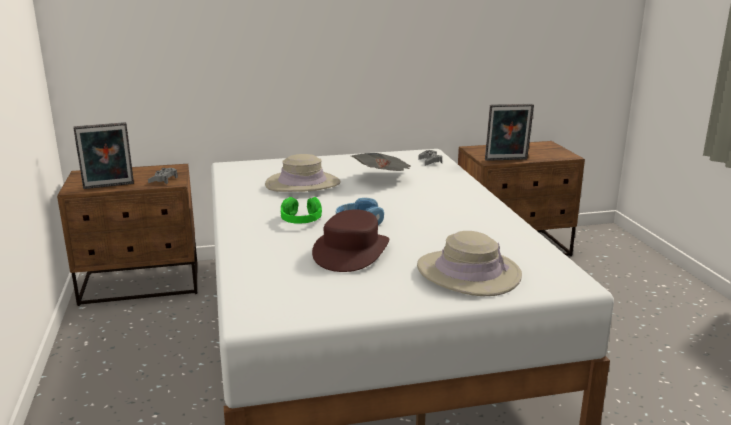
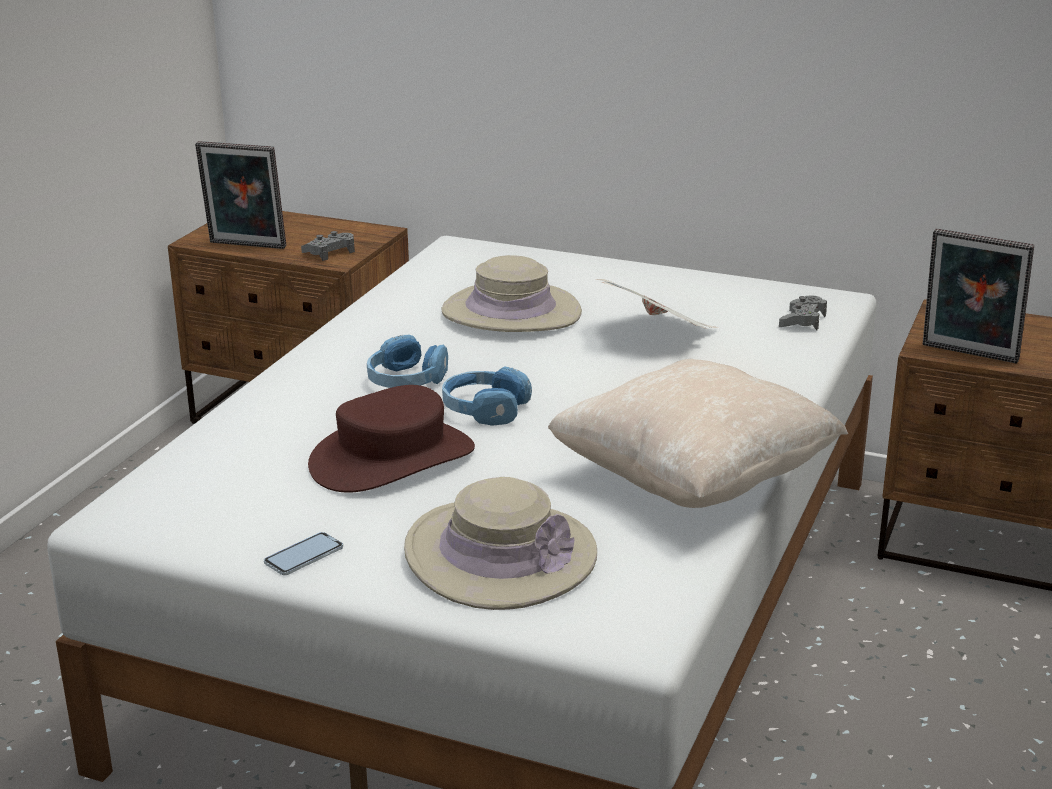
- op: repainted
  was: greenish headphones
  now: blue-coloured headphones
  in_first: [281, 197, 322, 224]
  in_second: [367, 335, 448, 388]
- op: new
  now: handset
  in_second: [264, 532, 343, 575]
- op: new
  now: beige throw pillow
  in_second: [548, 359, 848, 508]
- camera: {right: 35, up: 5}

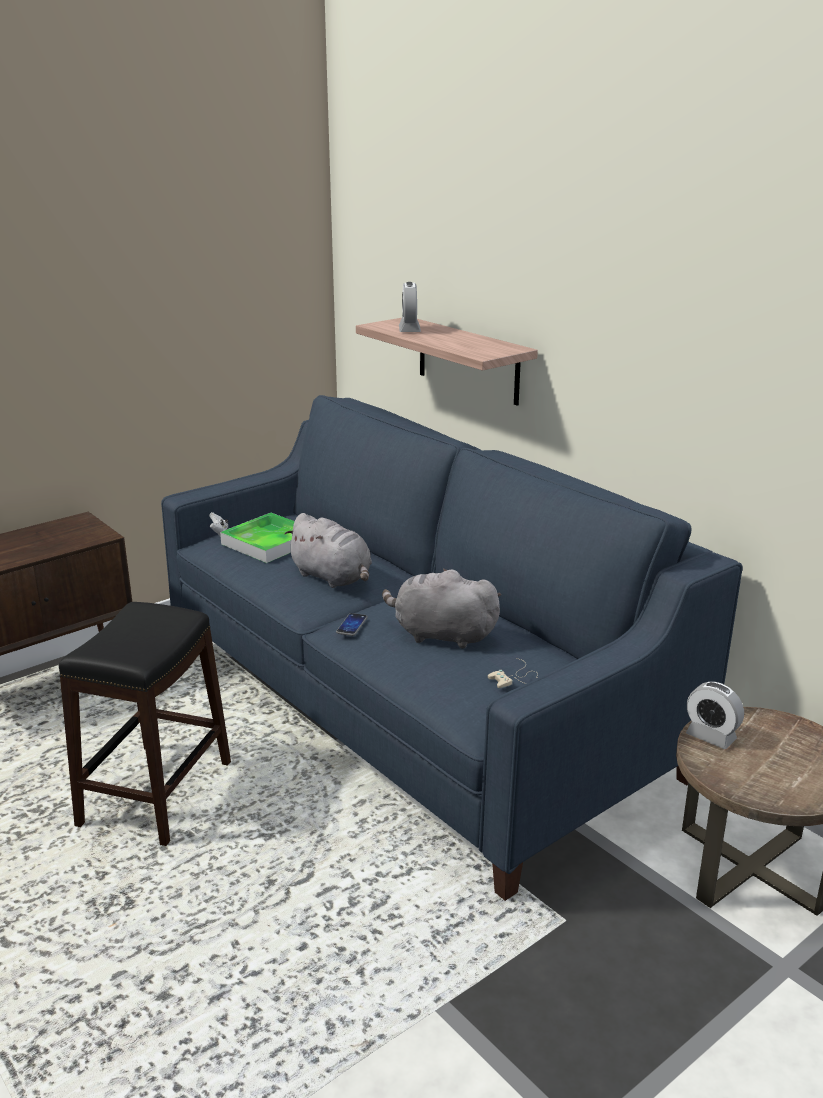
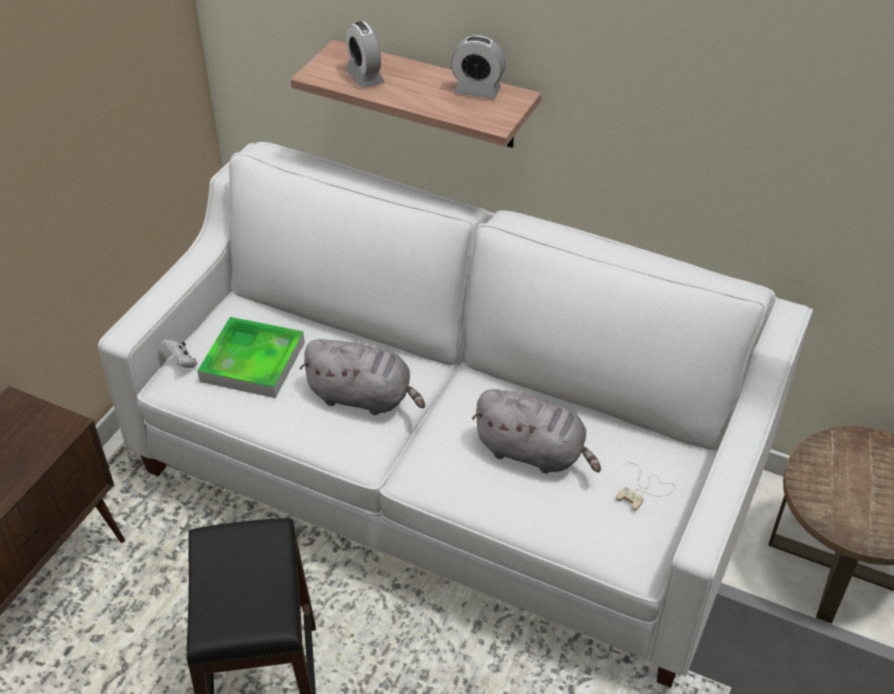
- op: repainted
  was: blue-coloured sofa
  now: whitish sofa
  in_first: [161, 395, 743, 901]
  in_second: [98, 142, 813, 688]
- op: gone
  was: handset
  in_first: [336, 613, 368, 636]
- op: rotated
  was: gray soft toy
  in_first: [382, 569, 502, 649]
  in_second: [472, 389, 601, 474]
  clockwise: -150
- op: shifted
  was: table clock
  in_first: [686, 682, 744, 749]
  in_second: [451, 36, 506, 99]
- camera: {right: -25, up: 20}

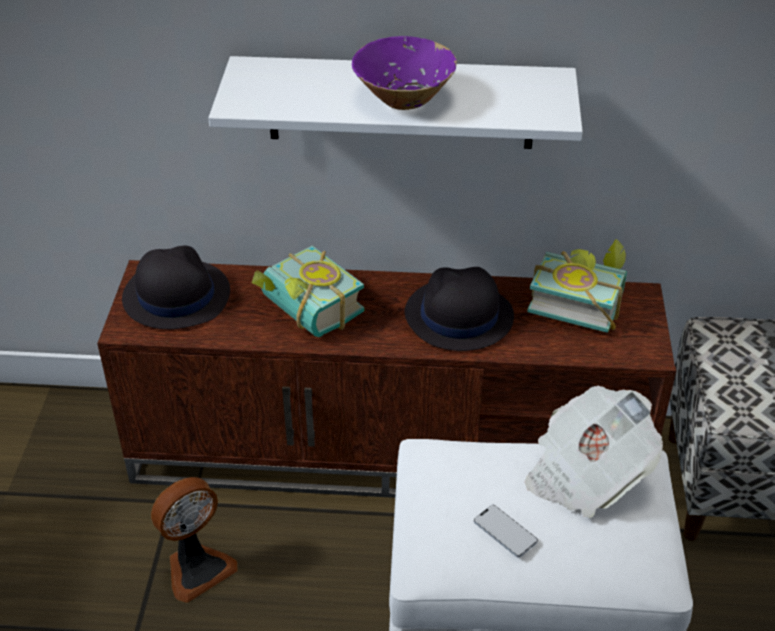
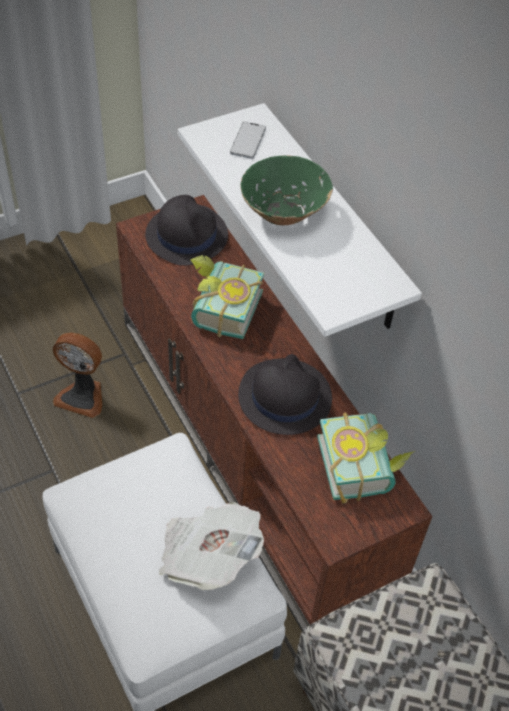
- op: repainted
  was: purplish bowl
  now: greenish bowl
  in_first: [352, 36, 457, 110]
  in_second: [240, 156, 333, 226]
- op: shifted
  was: handset
  in_first: [474, 505, 538, 558]
  in_second: [230, 122, 266, 159]
- camera: {right: 55, up: 10}

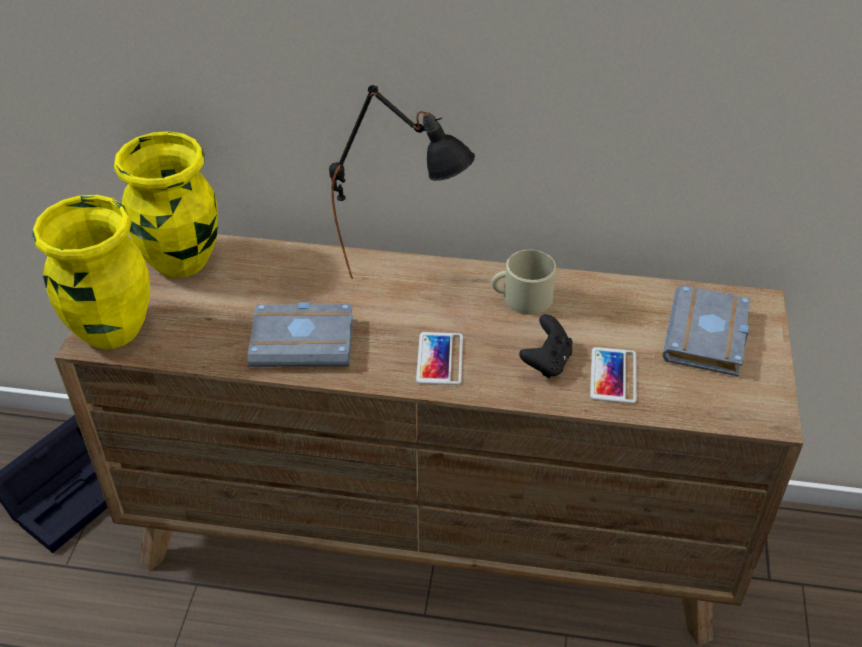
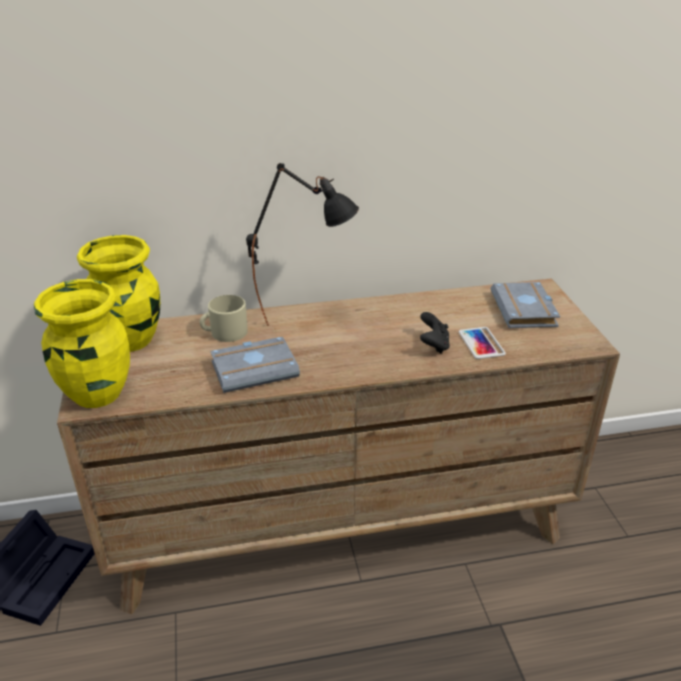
- op: gone
  was: handset
  in_first: [416, 332, 463, 385]
- op: shifted
  was: beige coffee mug
  in_first: [491, 250, 556, 315]
  in_second: [200, 295, 248, 342]
- camera: {right: -20, up: -10}

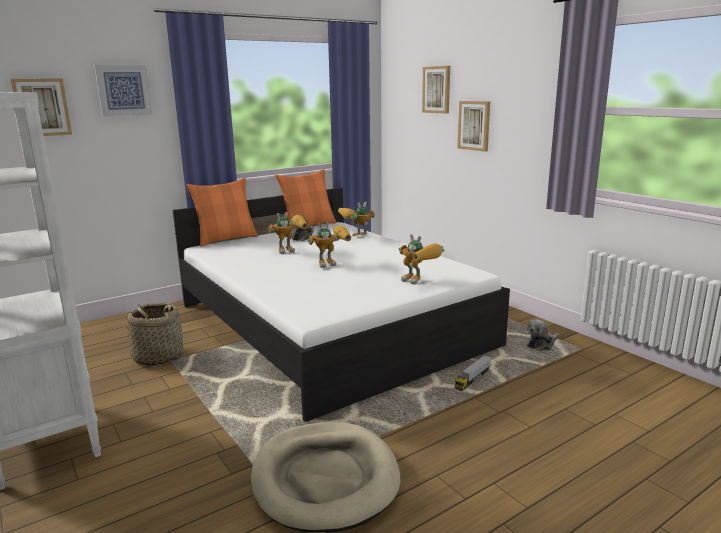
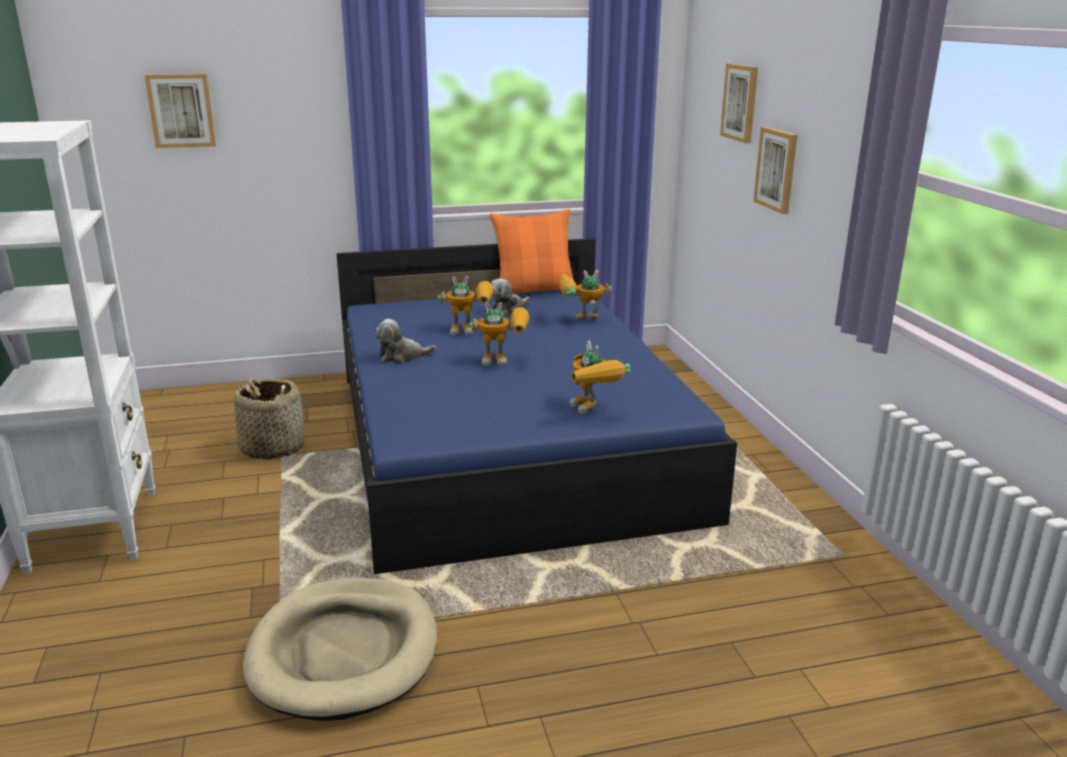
- op: gone
  was: wall picture
  in_first: [94, 65, 152, 116]
- op: repainted
  was: whitish sleeping bed
  now: blue-coloured sleeping bed
  in_first: [173, 188, 510, 422]
  in_second: [336, 238, 737, 574]
- op: gone
  was: orange-coloured throw pillow
  in_first: [186, 178, 258, 247]
- op: gone
  was: model truck
  in_first: [455, 355, 491, 391]
- op: shifted
  was: soft toy
  in_first: [527, 319, 559, 351]
  in_second: [374, 319, 436, 363]
- camera: {right: 20, up: 5}

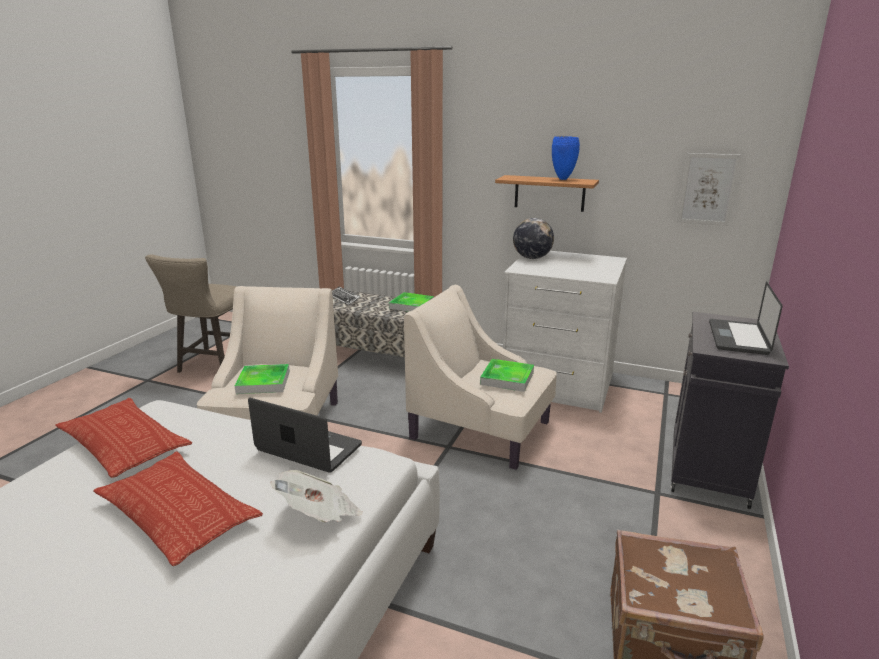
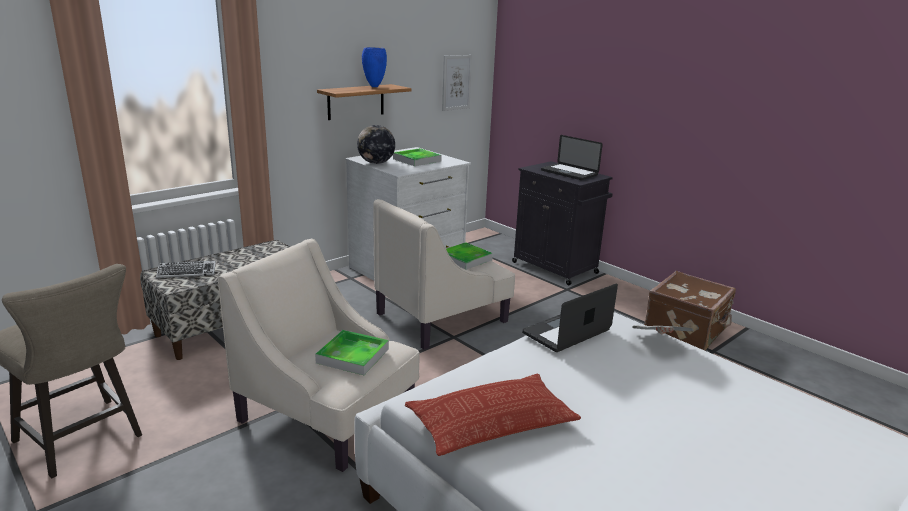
- op: gone
  was: throw pillow
  in_first: [93, 452, 263, 566]
- op: shifted
  was: tray
  in_first: [389, 292, 434, 312]
  in_second: [393, 148, 442, 166]
- camera: {right: -65, up: 0}

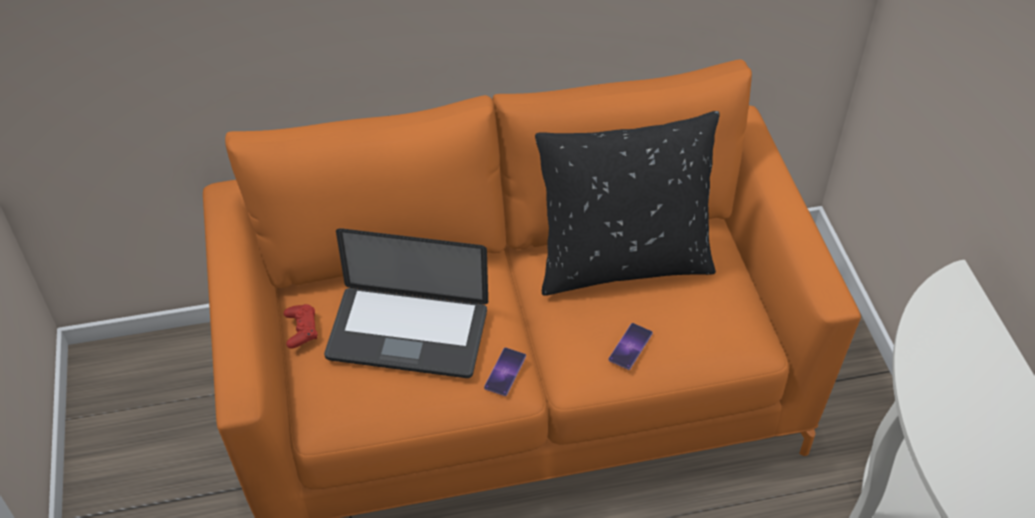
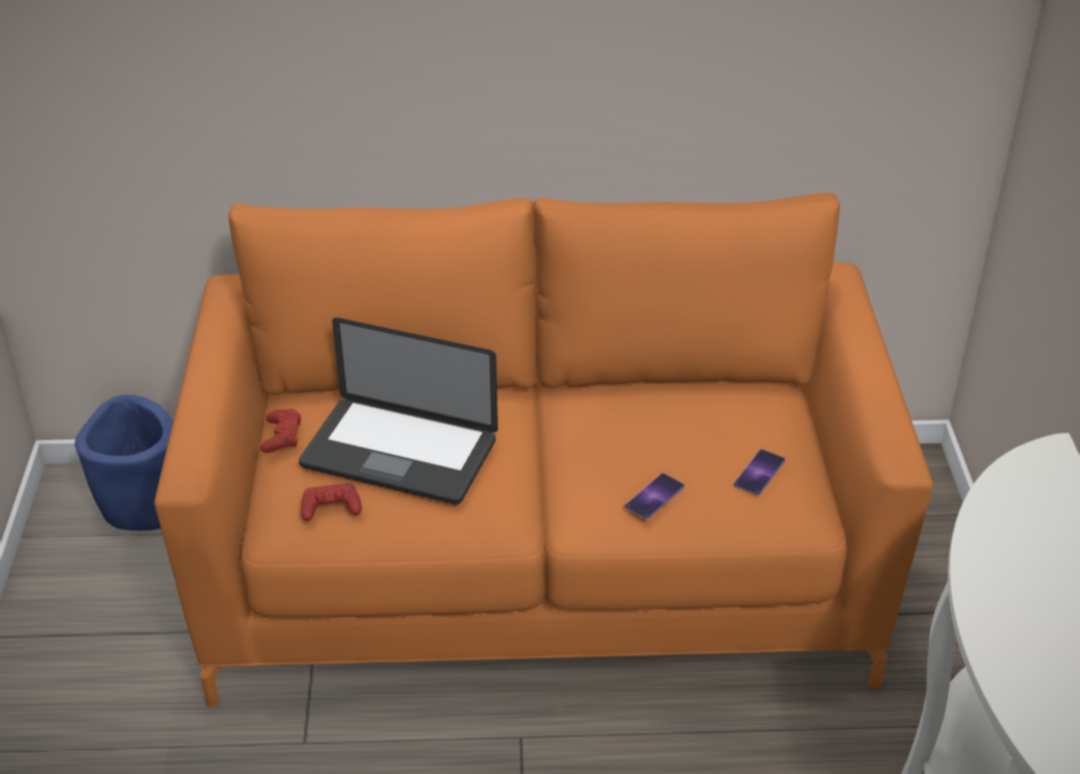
- op: shifted
  was: handset
  in_first: [484, 347, 526, 396]
  in_second: [734, 449, 785, 496]
- op: gone
  was: black-coloured throw pillow
  in_first: [535, 111, 720, 296]
- op: new
  now: blue-coloured plant pot
  in_second: [75, 395, 173, 531]
- op: new
  now: red game controller
  in_second: [301, 483, 362, 521]
- camera: {right: 10, up: -10}

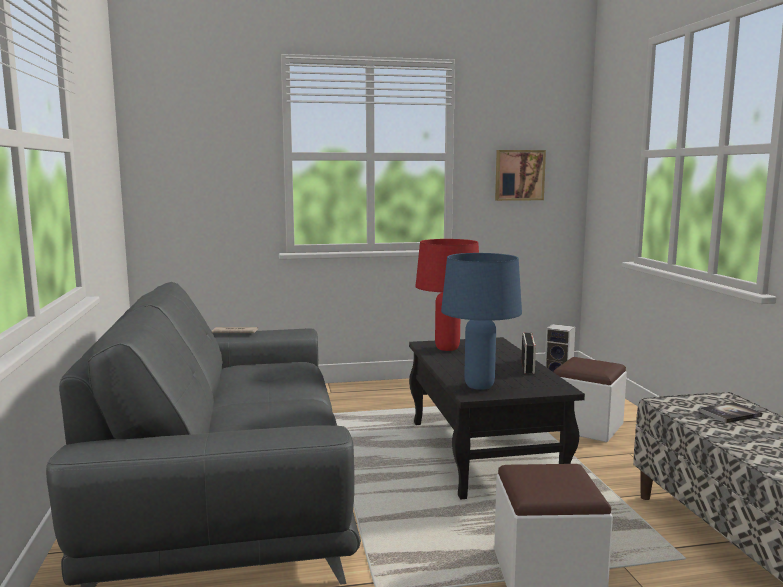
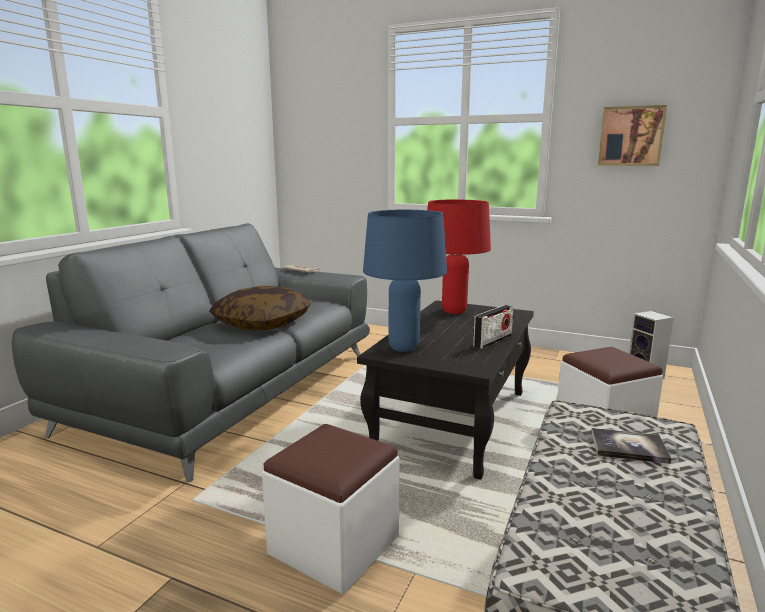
- op: new
  now: throw pillow
  in_second: [209, 286, 311, 330]
- camera: {right: 35, up: 5}

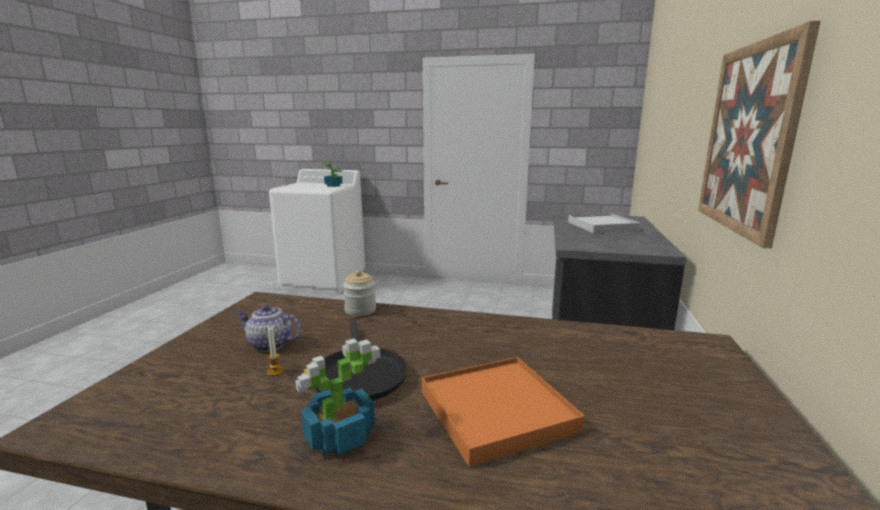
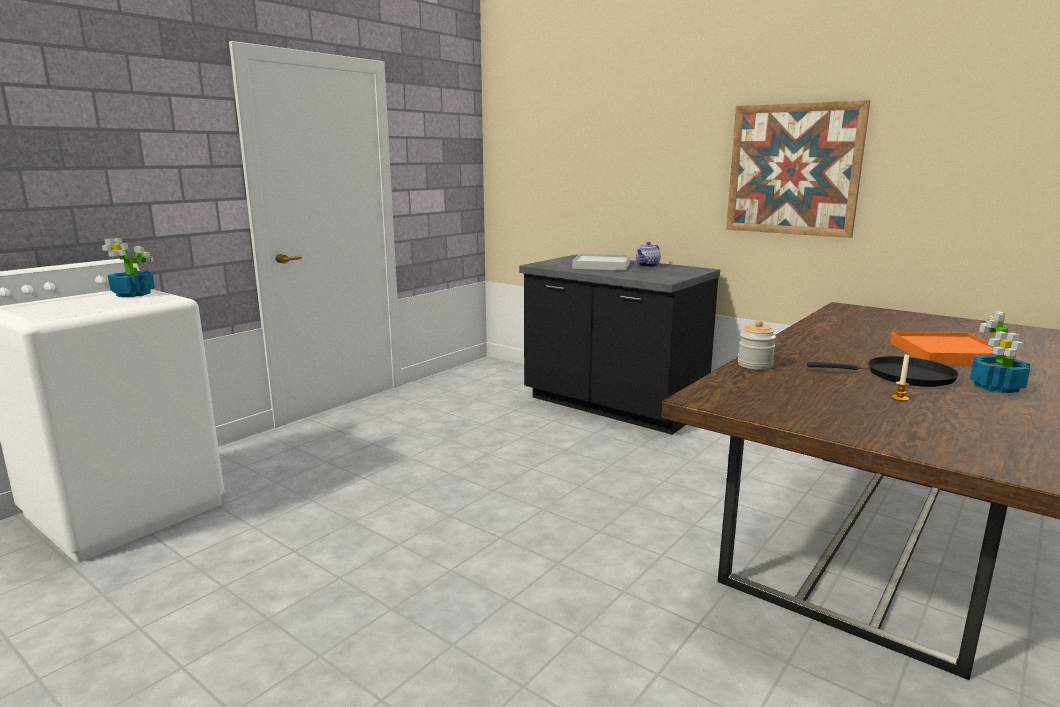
- op: shifted
  was: tea pot
  in_first: [236, 305, 301, 352]
  in_second: [636, 242, 661, 267]
- camera: {right: -65, up: 0}

